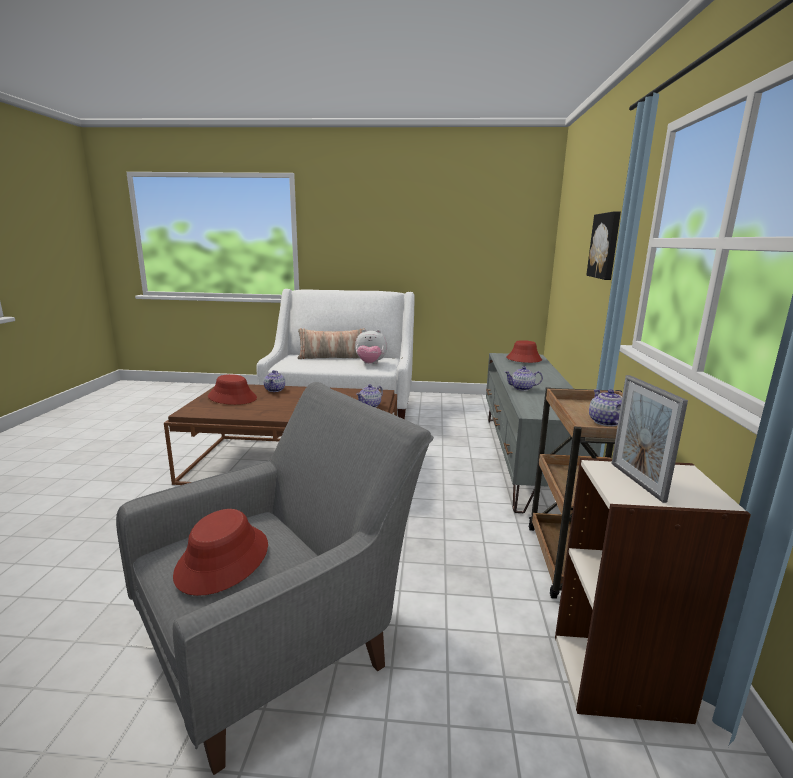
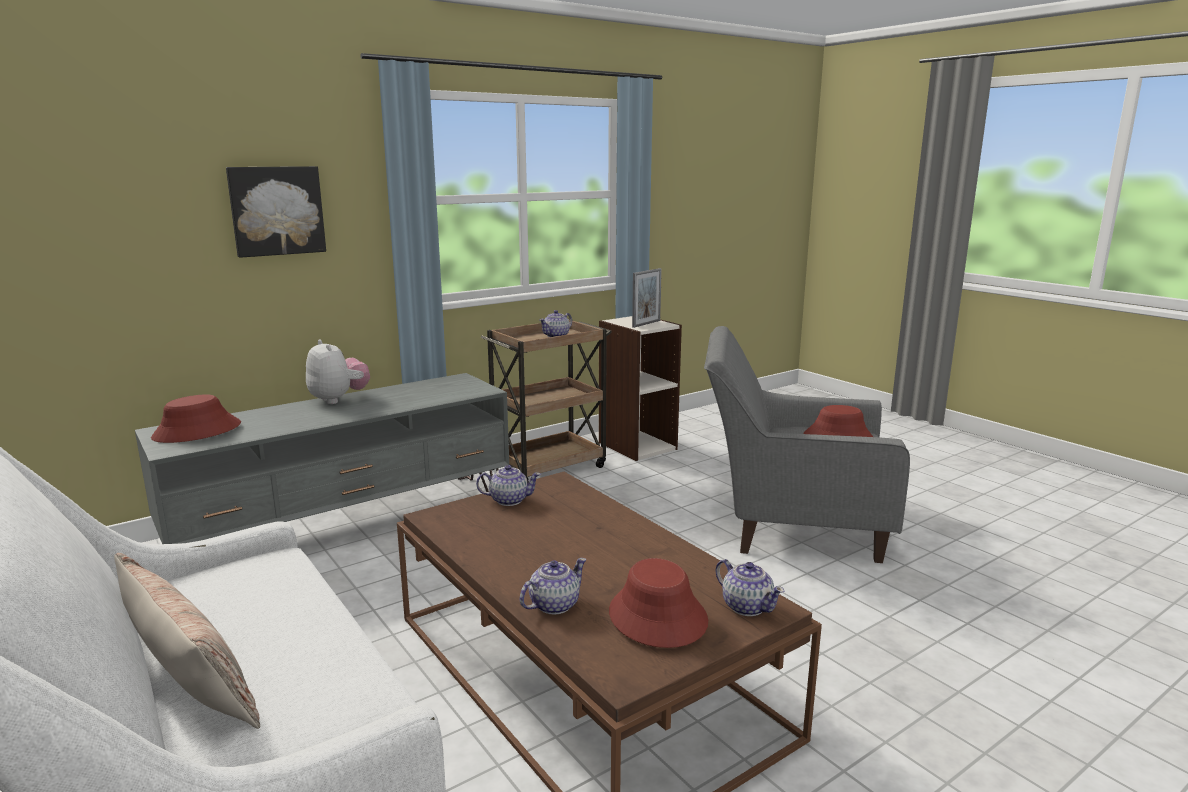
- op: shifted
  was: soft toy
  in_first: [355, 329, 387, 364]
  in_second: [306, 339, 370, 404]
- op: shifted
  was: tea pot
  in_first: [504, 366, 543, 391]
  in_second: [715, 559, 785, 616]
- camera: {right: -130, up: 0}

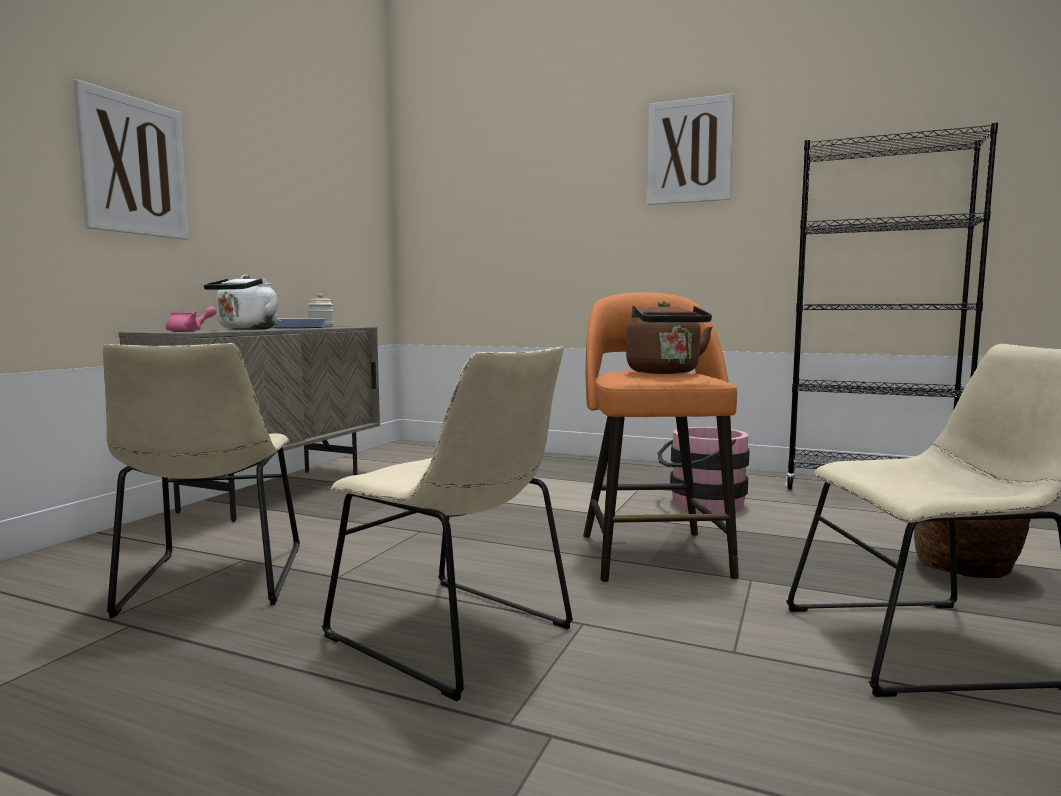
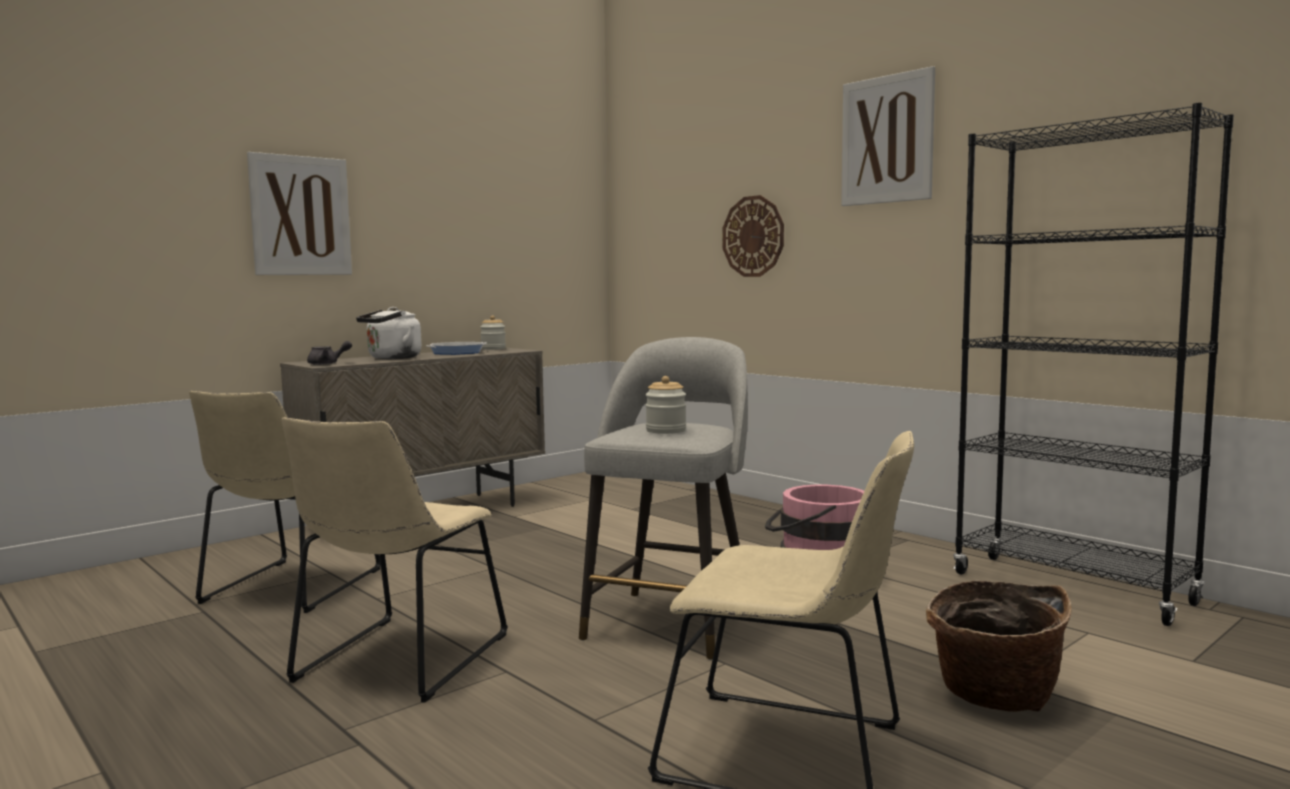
- op: repainted
  was: pinkish tea pot
  now: gray tea pot
  in_first: [166, 306, 217, 332]
  in_second: [307, 341, 352, 365]
- op: rotated
  was: beige plain chair
  in_first: [322, 346, 573, 701]
  in_second: [282, 417, 508, 703]
  clockwise: 45
- op: repainted
  was: orange-coloured sitting stool
  now: gray sitting stool
  in_first: [583, 292, 739, 582]
  in_second: [579, 337, 748, 660]
- op: swapped
  was: brownish kettle
  now: jar
  in_first: [626, 301, 712, 374]
  in_second: [645, 376, 686, 434]
- op: new
  now: wall clock
  in_second: [723, 195, 784, 277]
- camera: {right: 25, up: 0}

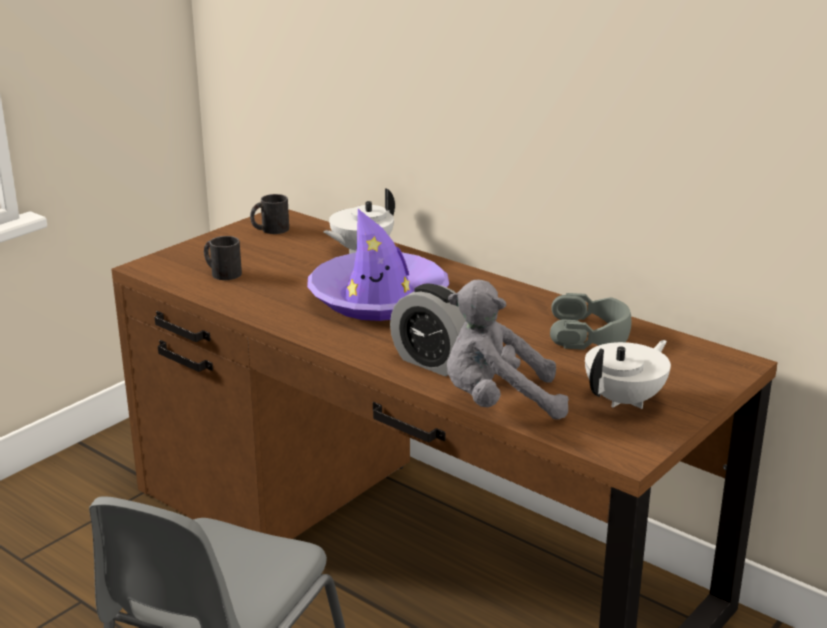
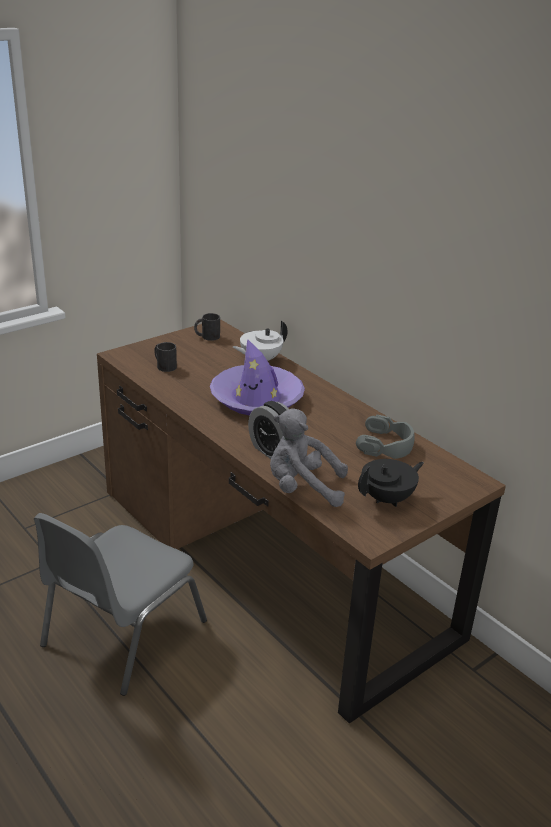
- op: repainted
  was: whitish tea pot
  now: black-coloured tea pot
  in_first: [585, 340, 671, 409]
  in_second: [358, 459, 424, 507]
- camera: {right: 10, up: 5}

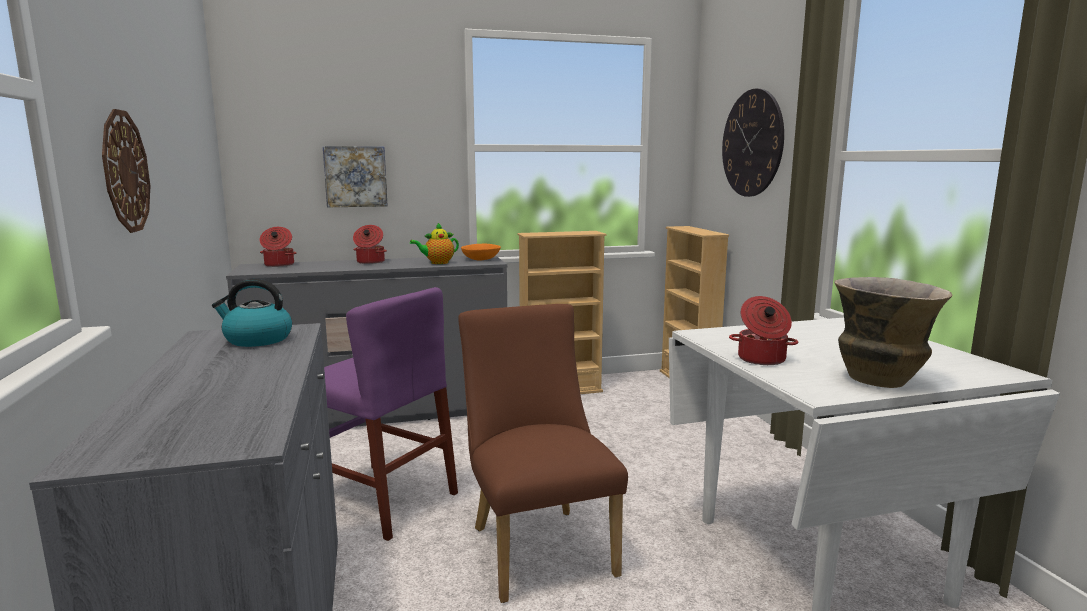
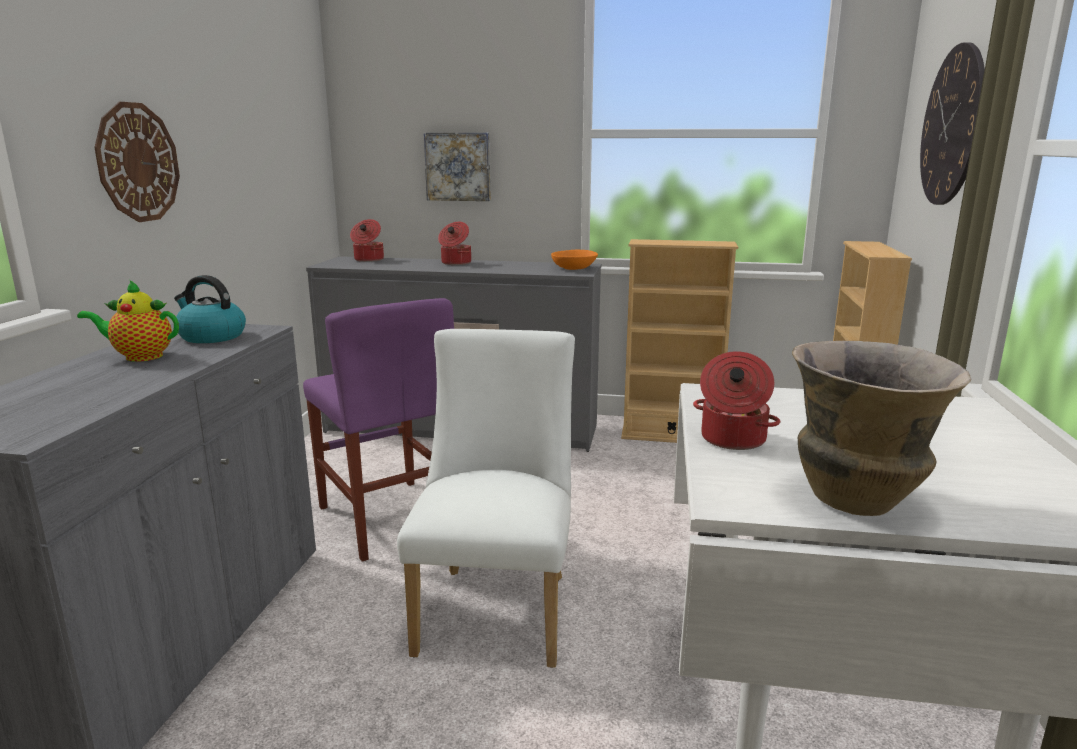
- op: shifted
  was: tea pot
  in_first: [410, 222, 459, 264]
  in_second: [77, 280, 179, 362]
- op: repainted
  was: brownish plain chair
  now: whitish plain chair
  in_first: [458, 304, 628, 603]
  in_second: [397, 329, 575, 668]
- camera: {right: 25, up: 5}

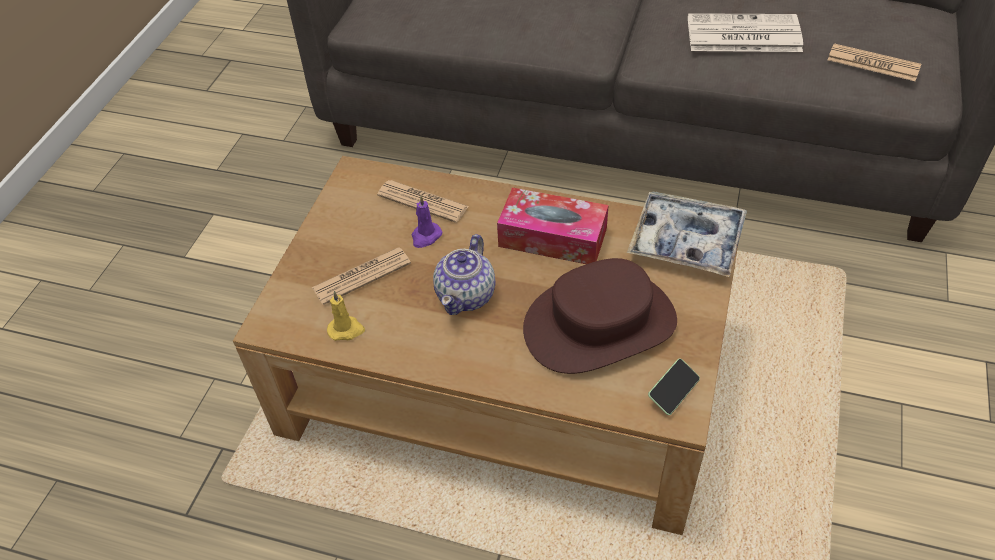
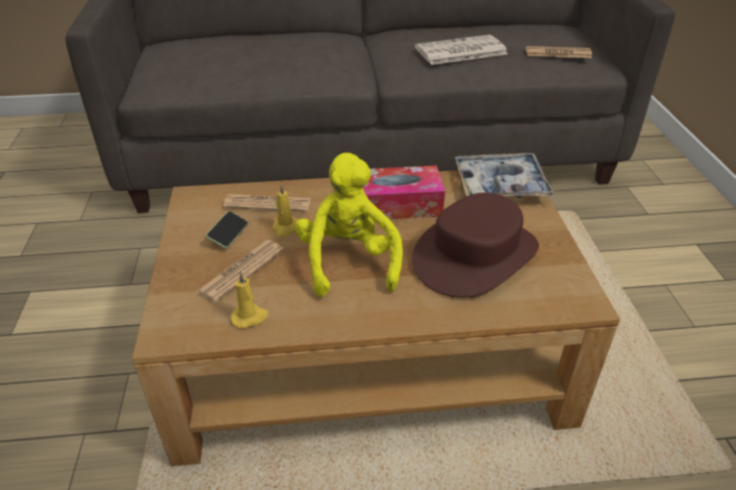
- op: repainted
  was: purplish wax candle
  now: yellow-coloured wax candle
  in_first: [412, 196, 442, 248]
  in_second: [272, 184, 298, 238]
- op: swapped
  was: tea pot
  now: yellow-coloured soft toy
  in_first: [433, 234, 495, 315]
  in_second: [295, 153, 403, 297]
- op: shifted
  was: handset
  in_first: [648, 358, 700, 415]
  in_second: [206, 211, 248, 248]
- camera: {right: -25, up: -10}

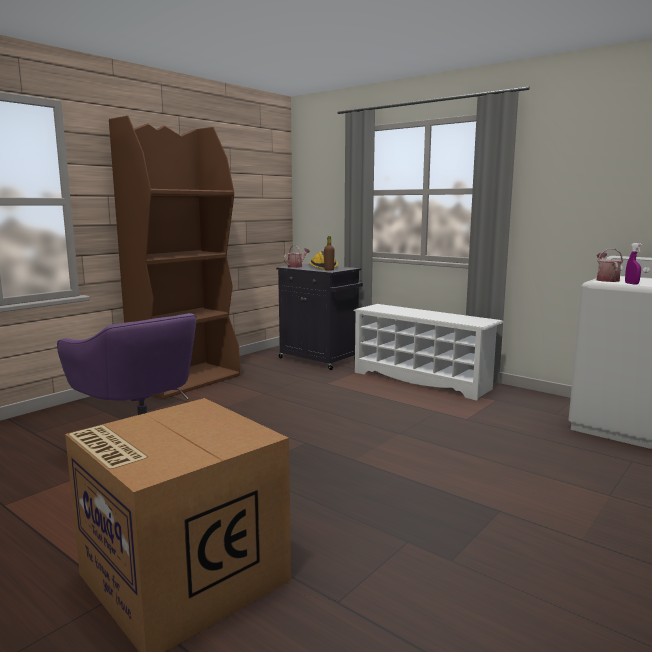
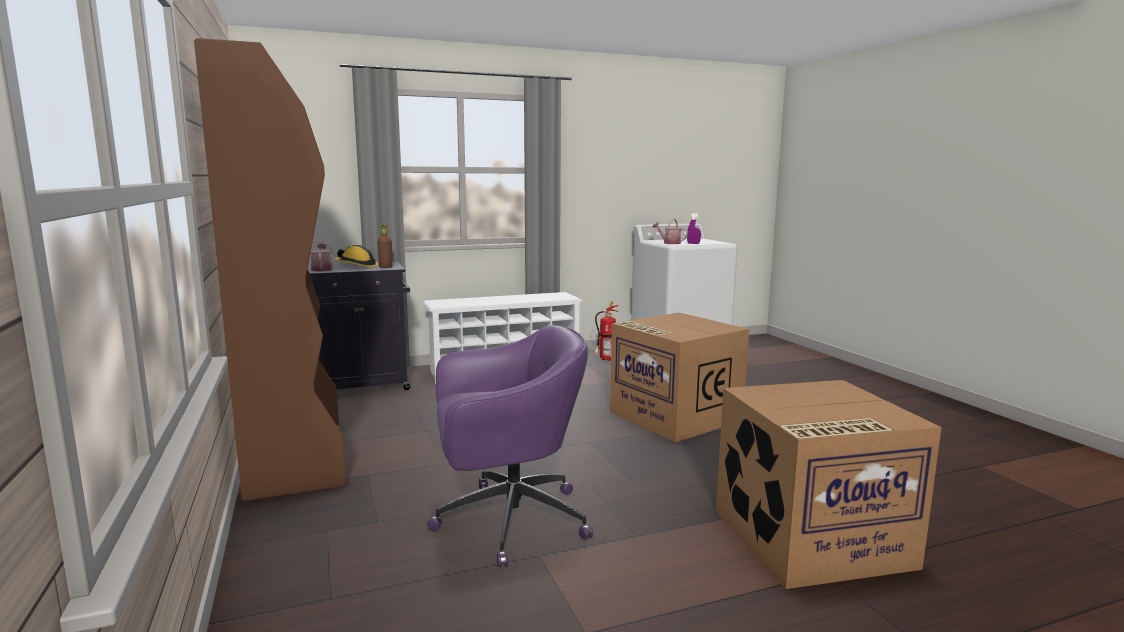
- op: new
  now: extinguisher
  in_second: [593, 301, 619, 361]
- op: new
  now: cardboard box
  in_second: [610, 313, 749, 442]
- camera: {right: -60, up: 0}

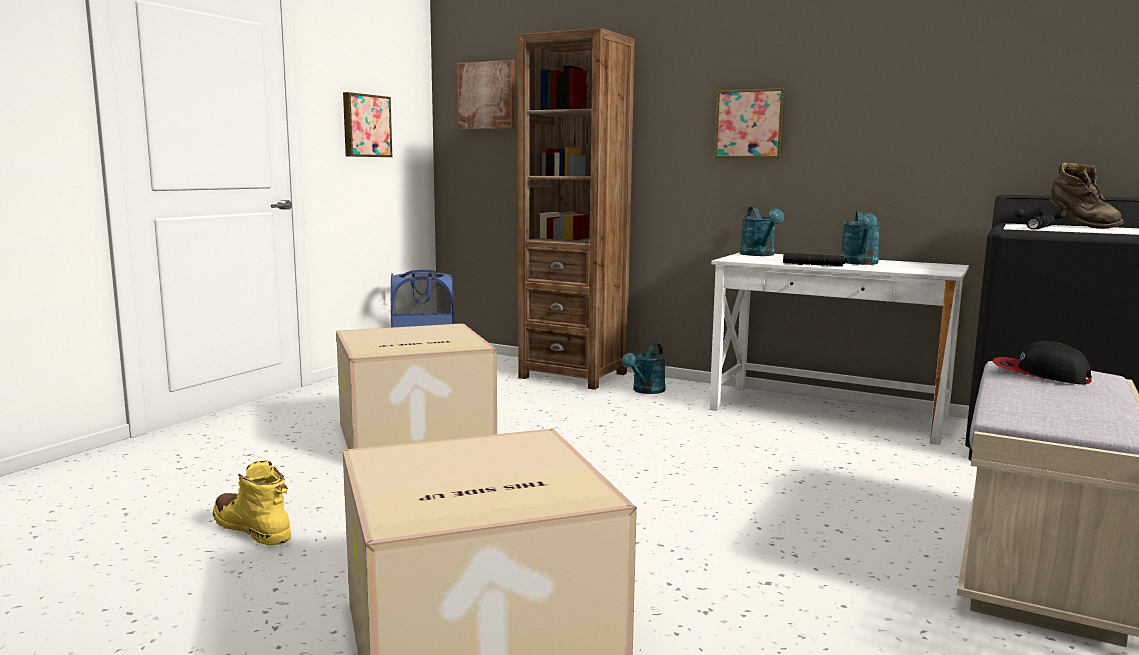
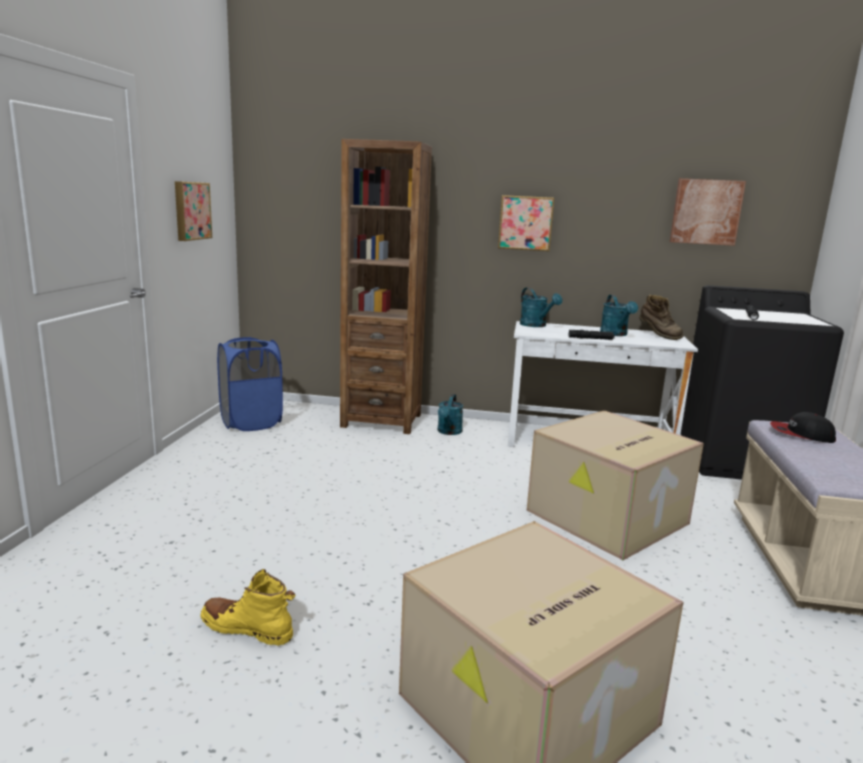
- op: shifted
  was: cardboard box
  in_first: [336, 323, 497, 449]
  in_second: [527, 410, 704, 560]
- op: shifted
  was: wall picture
  in_first: [457, 60, 515, 130]
  in_second: [669, 178, 746, 246]
- op: shifted
  was: brownish boot
  in_first: [1050, 162, 1124, 229]
  in_second: [639, 295, 684, 340]
- camera: {right: -20, up: 5}

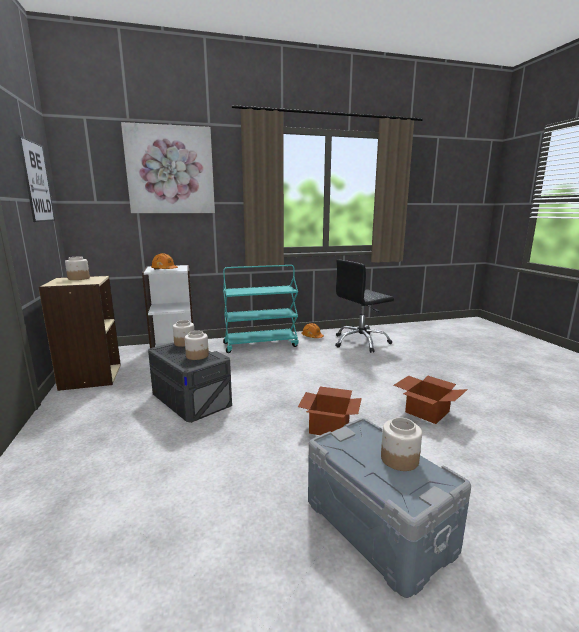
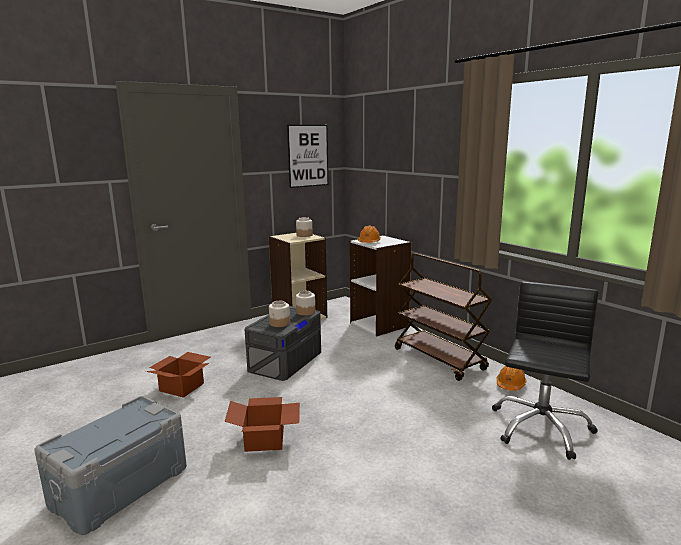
- op: gone
  was: wall picture
  in_first: [121, 122, 215, 213]
- op: repainted
  was: blue-green trolley
  now: brownish trolley
  in_first: [223, 265, 299, 353]
  in_second: [395, 253, 492, 381]
- op: rotated
  was: black-coloured office chair
  in_first: [335, 259, 394, 353]
  in_second: [492, 281, 599, 460]
  clockwise: 75
- op: gone
  was: jar
  in_first: [381, 417, 422, 471]
- op: shifted
  was: cardboard box
  in_first: [394, 375, 468, 424]
  in_second: [146, 352, 210, 398]
- camera: {right: 70, up: 0}

